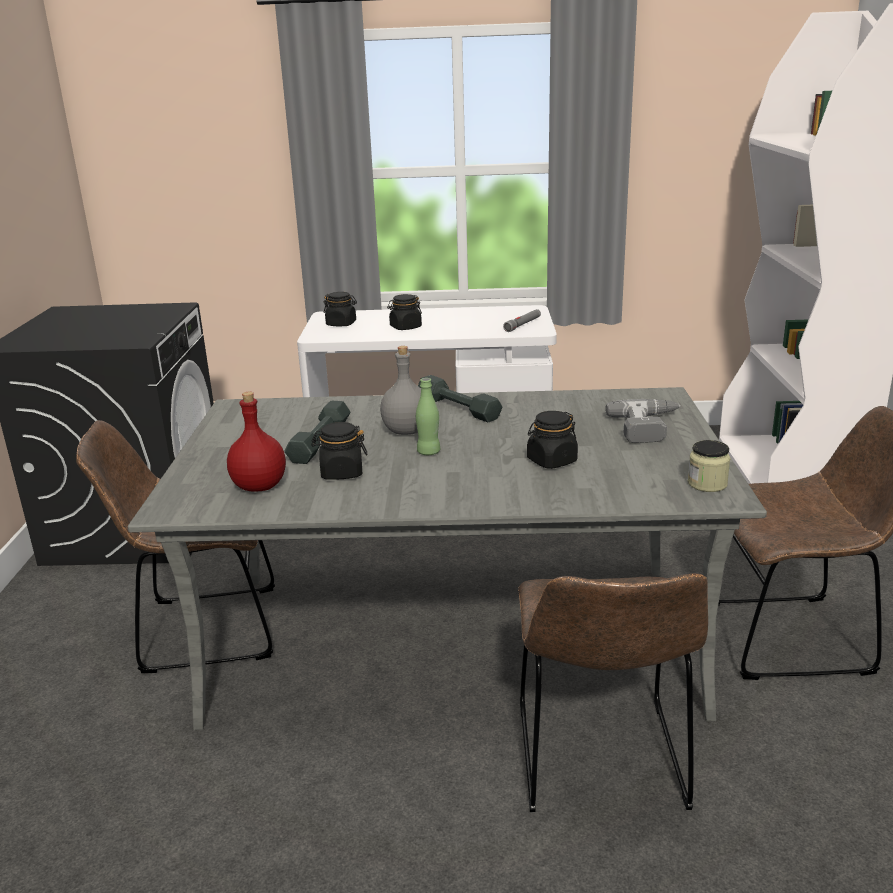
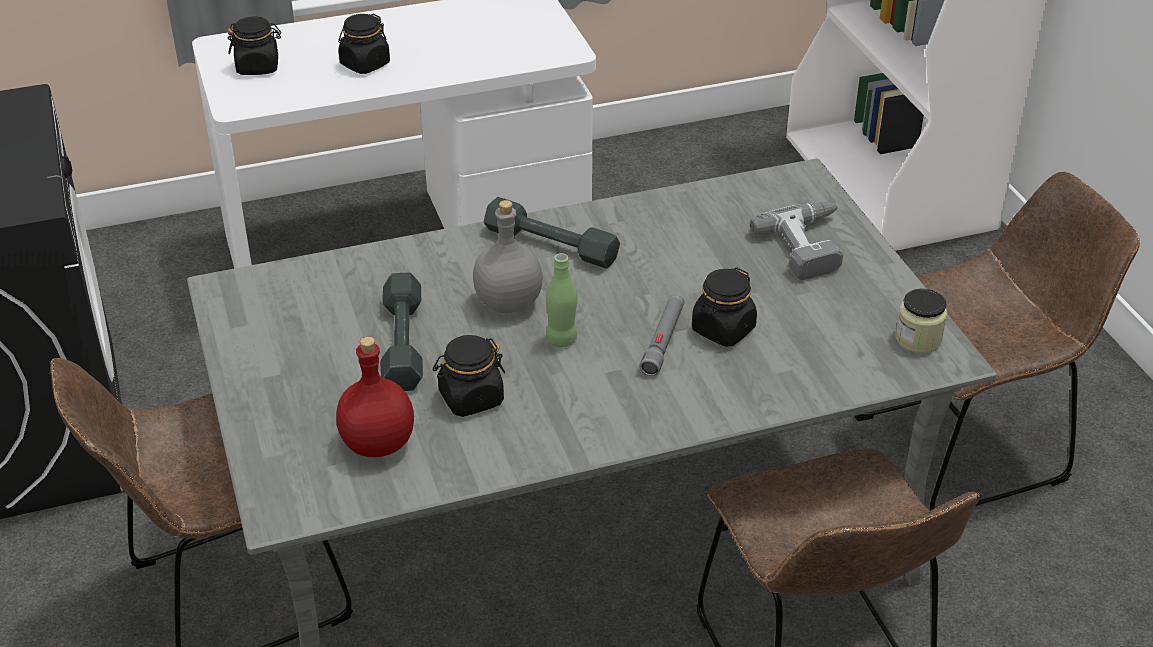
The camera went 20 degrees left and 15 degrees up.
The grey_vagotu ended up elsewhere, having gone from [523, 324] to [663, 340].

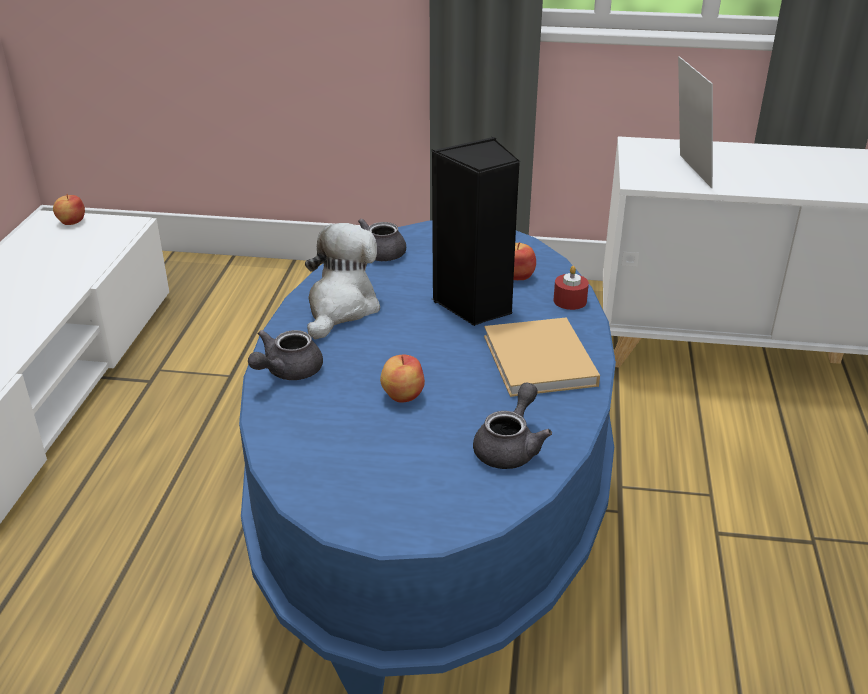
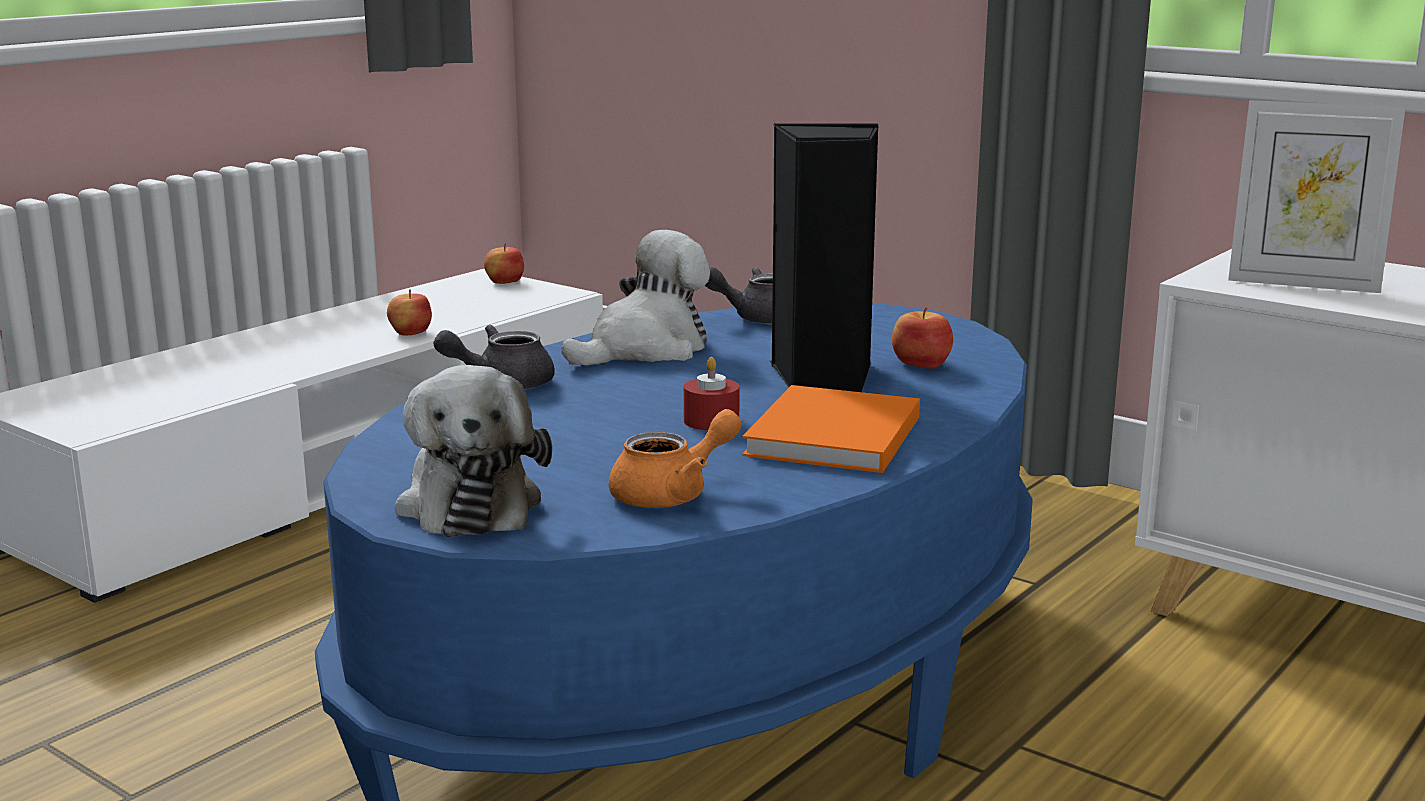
The camera went 30 degrees right and 15 degrees down.
The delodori at [687, 171] ended up facing another way, 90 degrees clockwise from before.
The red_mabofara ended up elsewhere, having gone from [570, 301] to [711, 421].
What was the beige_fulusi at [540, 362] turned into the orange_fulusi at [832, 438].
The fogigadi ended up elsewhere, having gone from [402, 395] to [410, 333].
What was the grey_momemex at [510, 447] turned into the orange_momemex at [672, 494].
The second view gained the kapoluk at [470, 503].

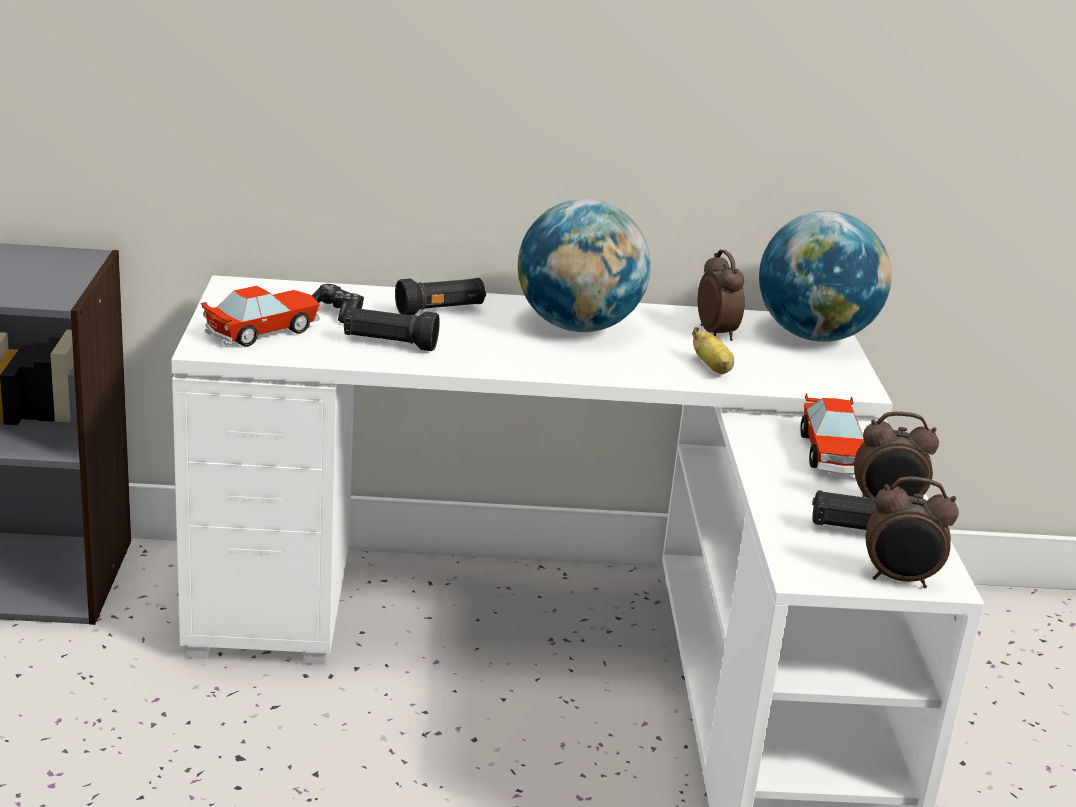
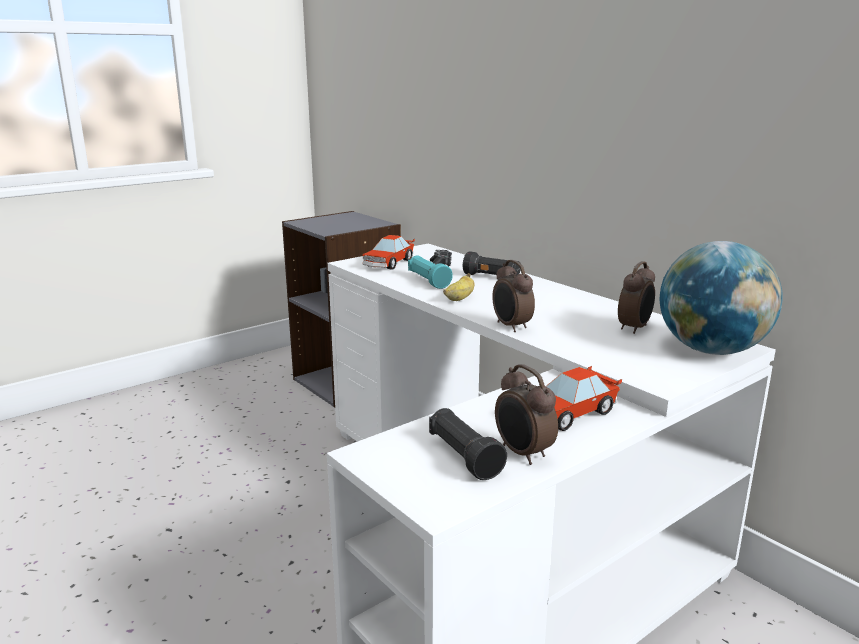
The camera went 55 degrees right and 5 degrees down.
The second view lost the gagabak at [577, 327].
The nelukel at [263, 331] ended up facing another way, 105 degrees clockwise from before.
What was the black_vagotu at [389, 344] turned into the turquoise_vagotu at [428, 281].
The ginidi ended up elsewhere, having gone from [712, 368] to [459, 299].
The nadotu ended up elsewhere, having gone from [900, 579] to [511, 326].

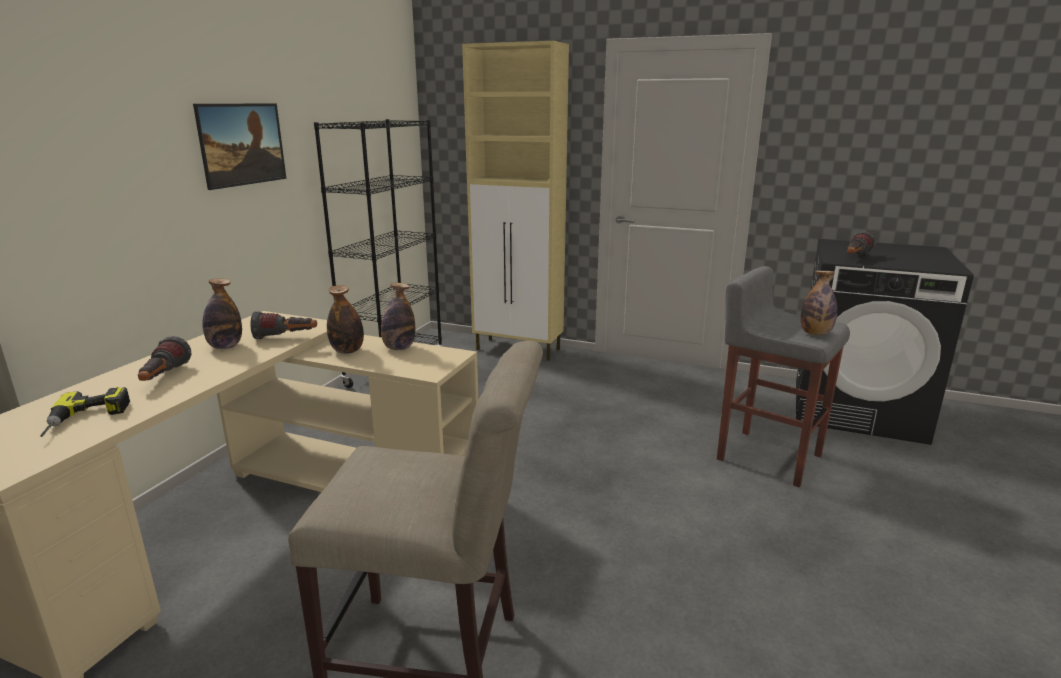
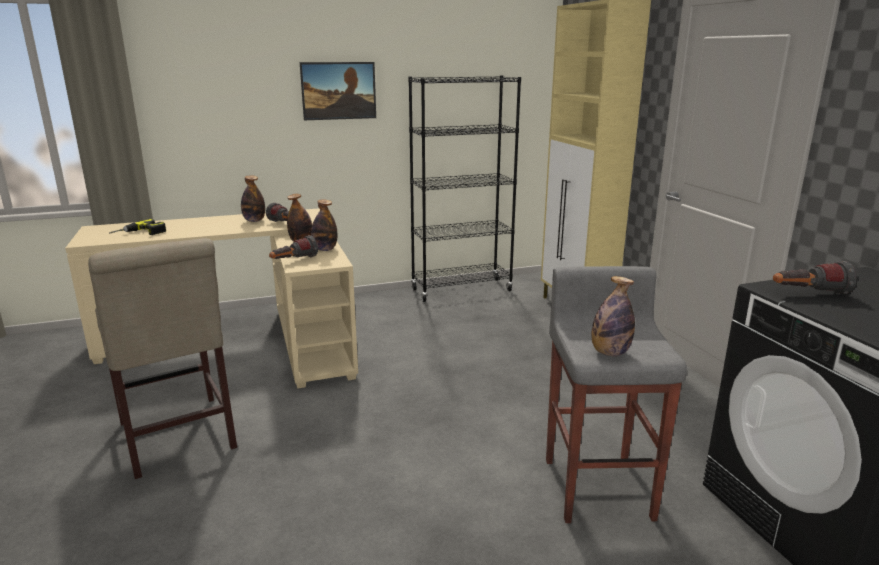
The camera went 50 degrees right and 0 degrees up.
The vagotu ended up elsewhere, having gone from [163, 378] to [293, 261].

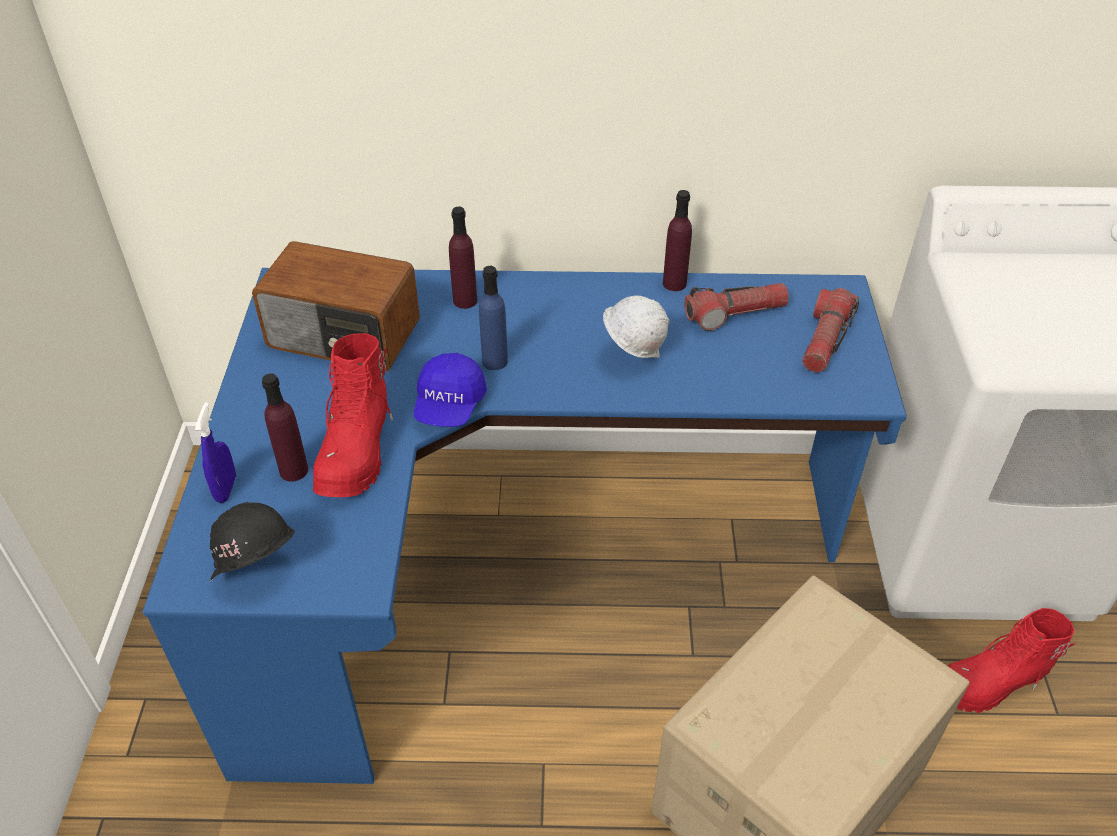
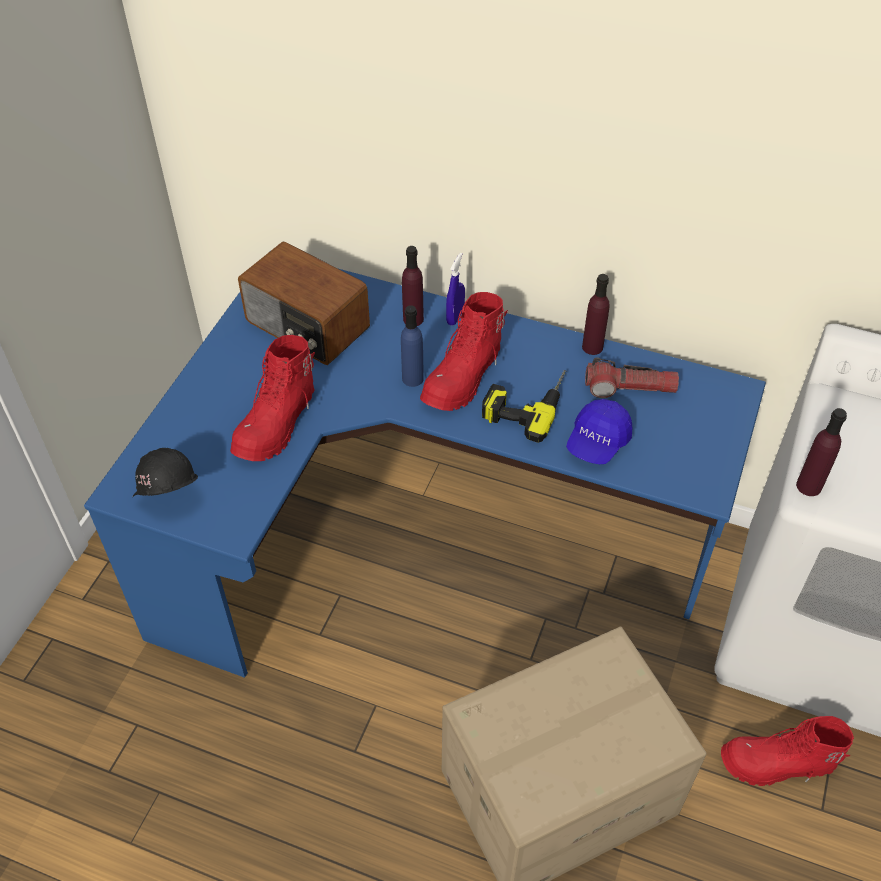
The camera went 20 degrees right and 5 degrees up.
The second view lost the vagotu at [825, 340].
Where the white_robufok stood at [633, 354], the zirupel came to stand at [525, 402].
The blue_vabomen ended up elsewhere, having gone from [449, 405] to [597, 442].
The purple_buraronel ended up elsewhere, having gone from [294, 470] to [809, 486].
The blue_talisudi ended up elsewhere, having gone from [226, 489] to [455, 317].
The second view gained the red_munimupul at [463, 378].

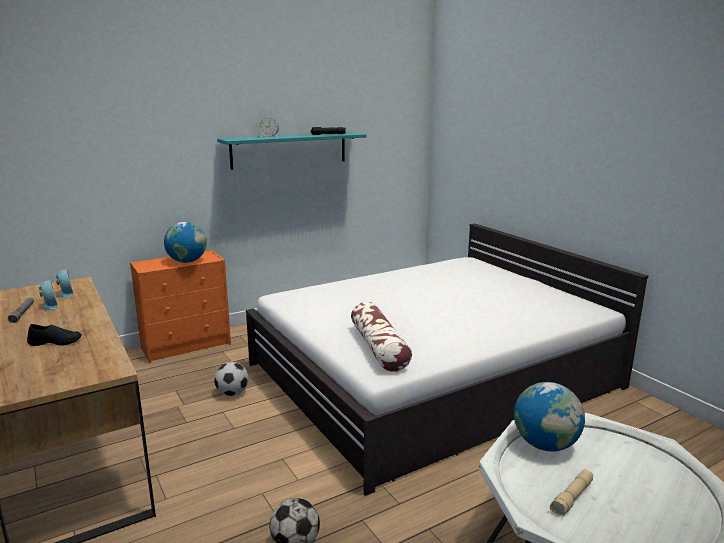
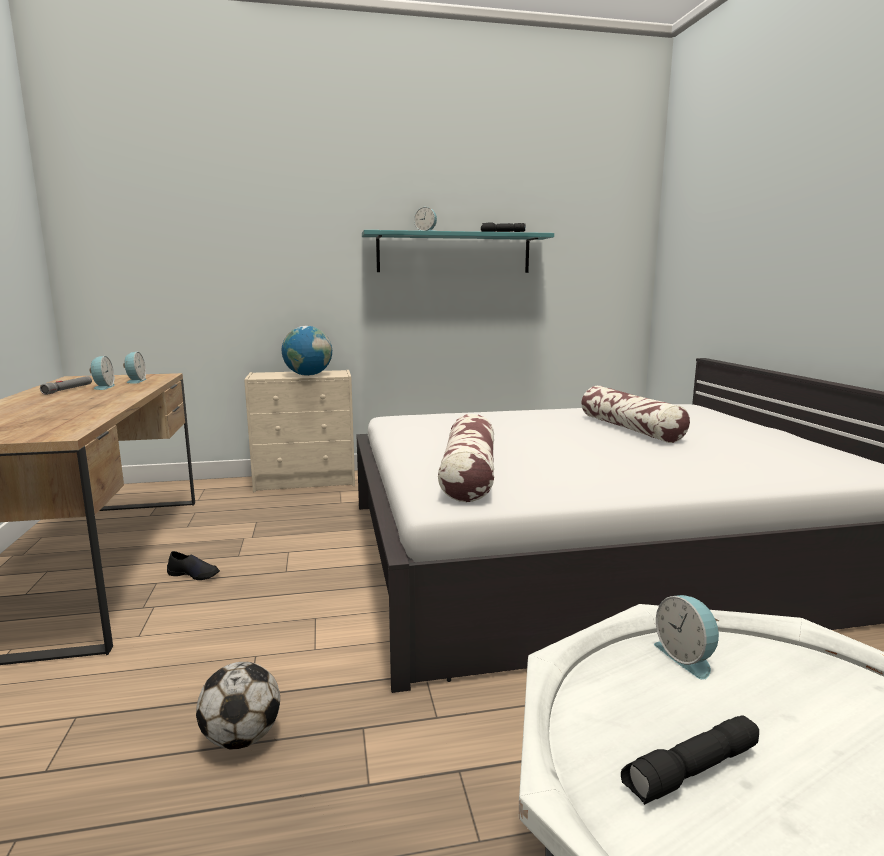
The camera went 20 degrees right and 5 degrees down.
What was the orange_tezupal at [187, 346] turned into the beige_tezupal at [306, 481].
The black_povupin ended up elsewhere, having gone from [56, 342] to [194, 574].
The second view lost the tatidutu at [232, 393].
Where the gagabak stood at [545, 445], the nadotu came to stand at [686, 657].
What was the beige_vagotu at [572, 498] turned into the black_vagotu at [692, 772].
The second view gained the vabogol at [630, 429].

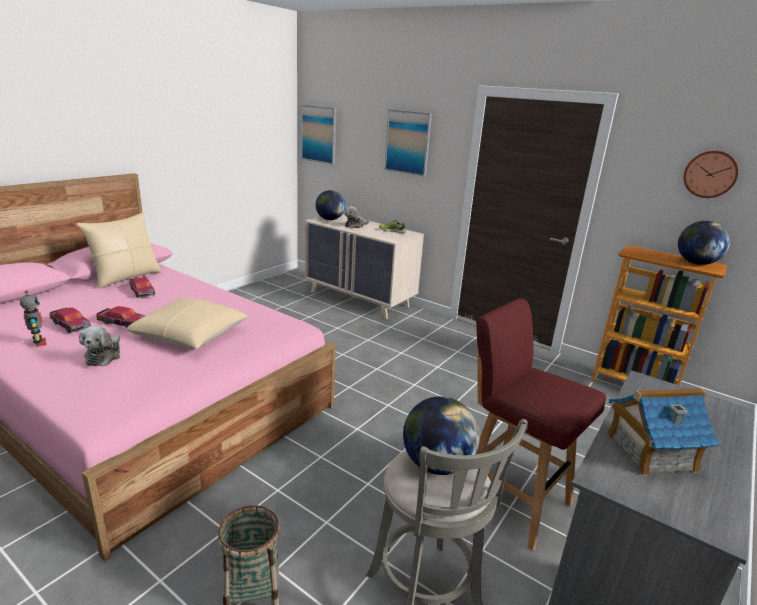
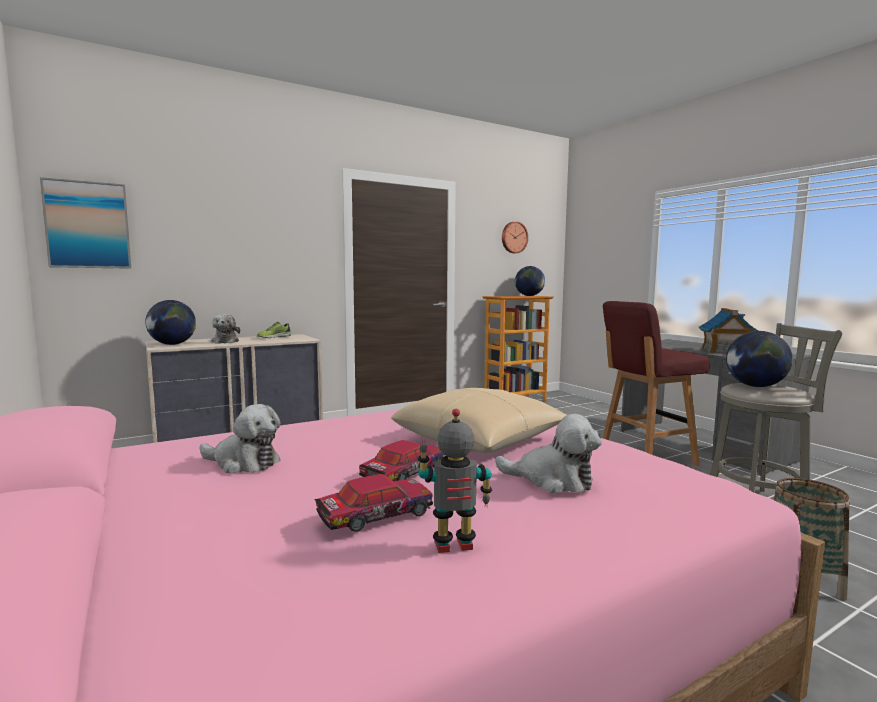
The camera went 65 degrees left and 15 degrees down.
The second view lost the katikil at [408, 142].
The second view lost the beige_vabogol at [126, 277].
Where the nelukel stood at [142, 291], the kapoluk came to stand at [243, 463].

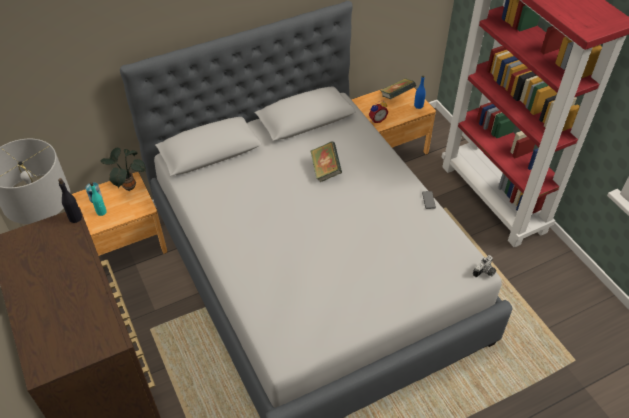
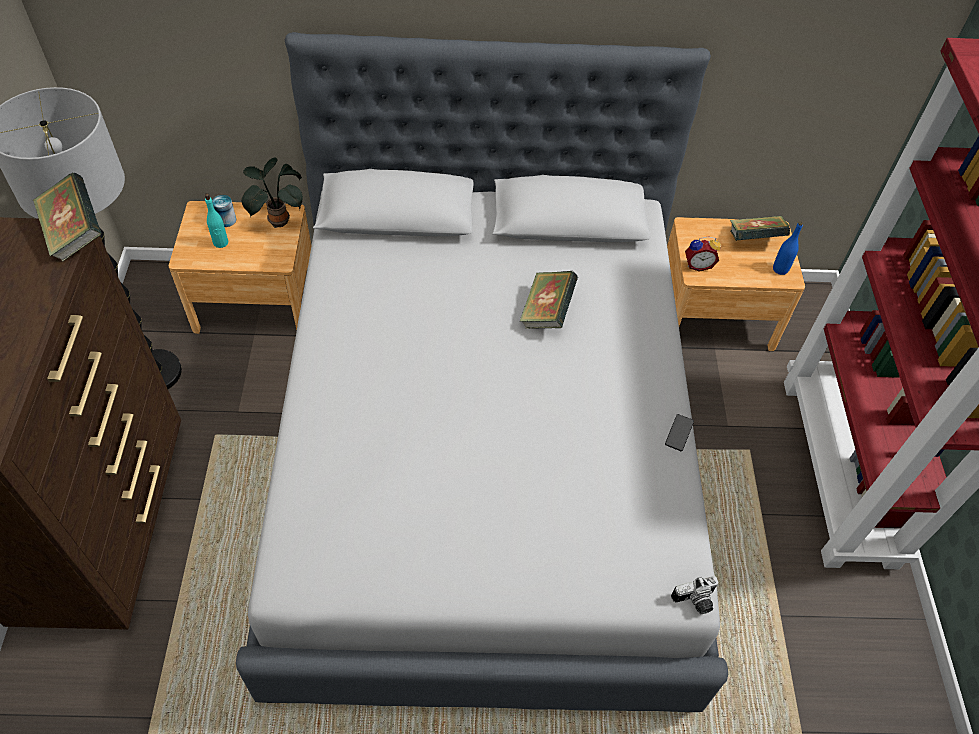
The camera went 25 degrees right and 5 degrees up.
Where the black_buraronel stood at [75, 218], the fulusi came to stand at [75, 234].

